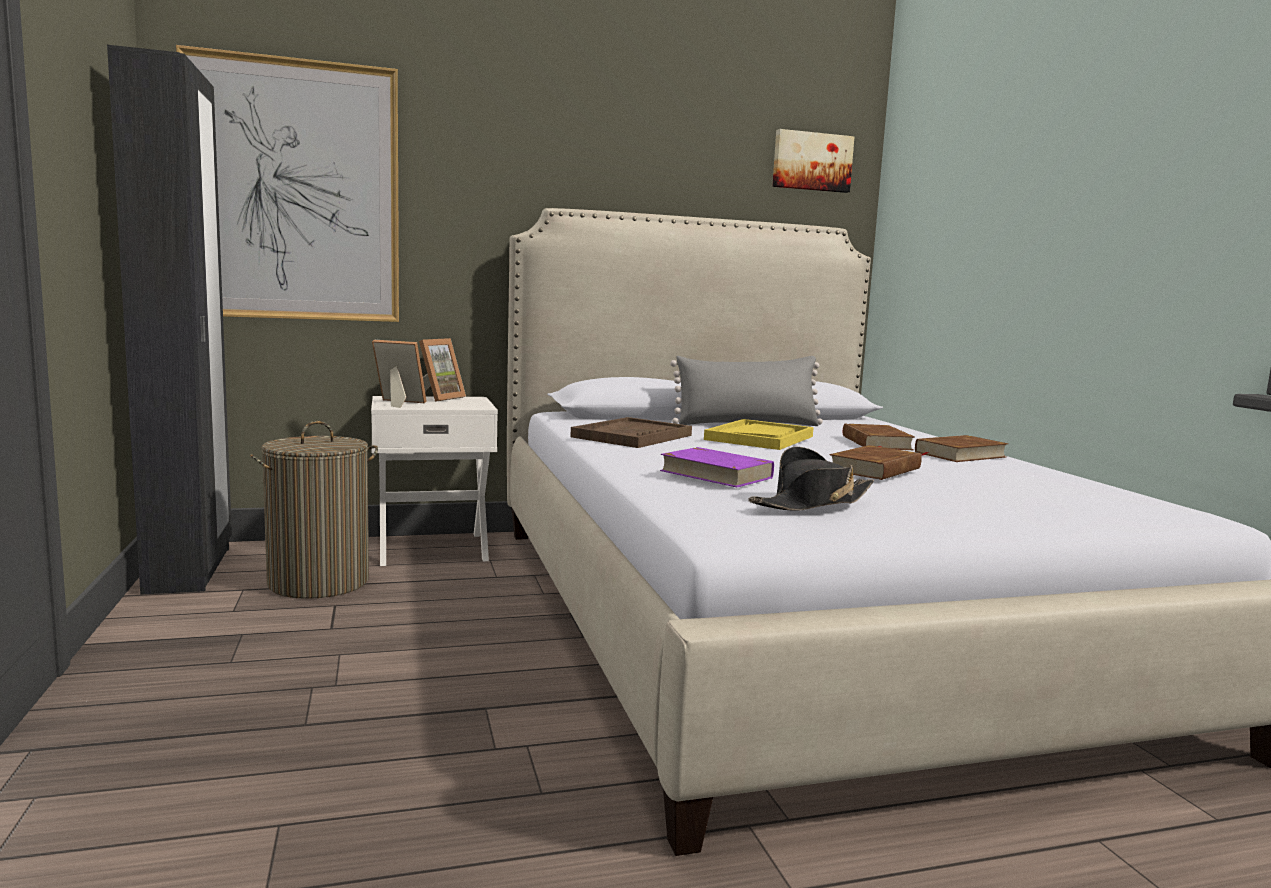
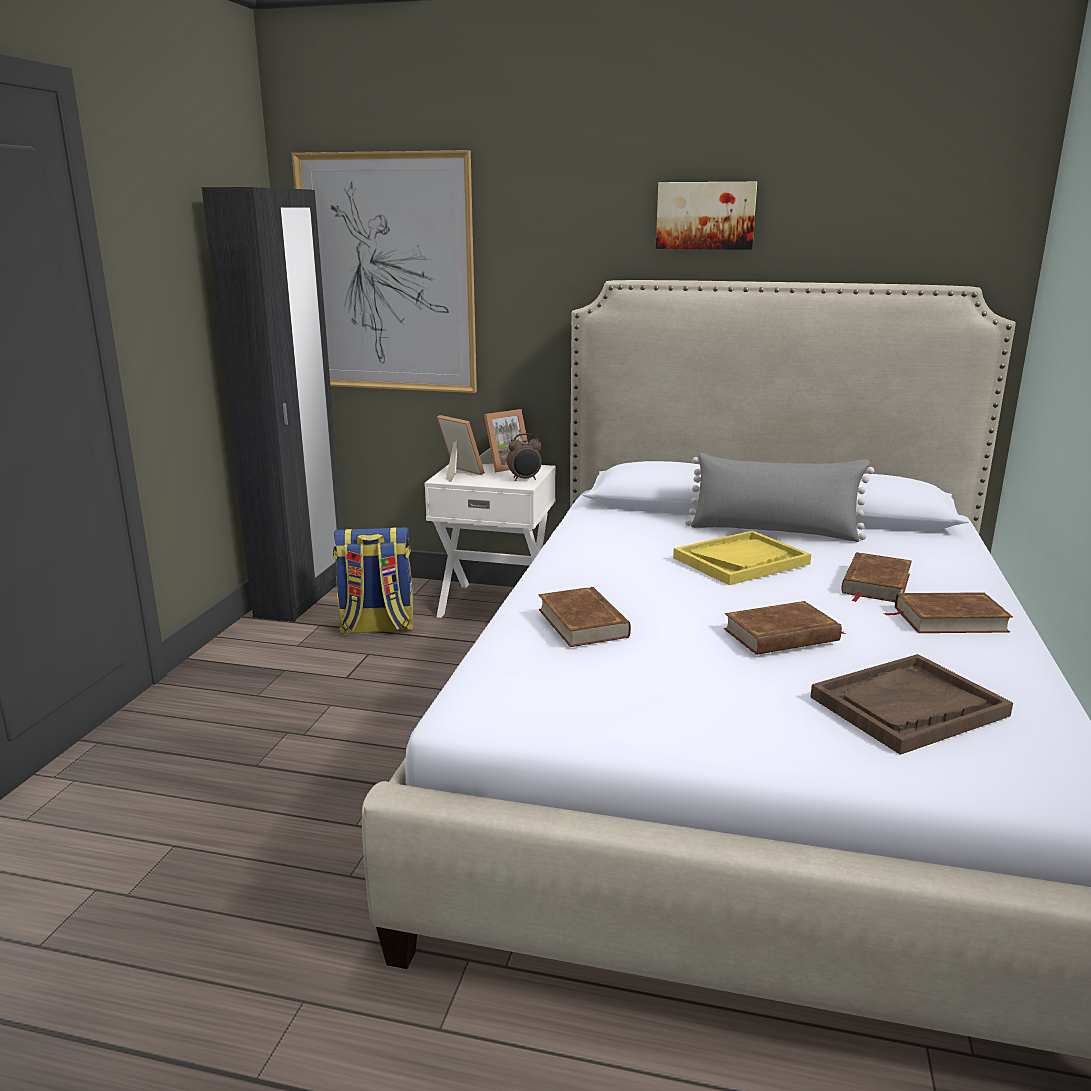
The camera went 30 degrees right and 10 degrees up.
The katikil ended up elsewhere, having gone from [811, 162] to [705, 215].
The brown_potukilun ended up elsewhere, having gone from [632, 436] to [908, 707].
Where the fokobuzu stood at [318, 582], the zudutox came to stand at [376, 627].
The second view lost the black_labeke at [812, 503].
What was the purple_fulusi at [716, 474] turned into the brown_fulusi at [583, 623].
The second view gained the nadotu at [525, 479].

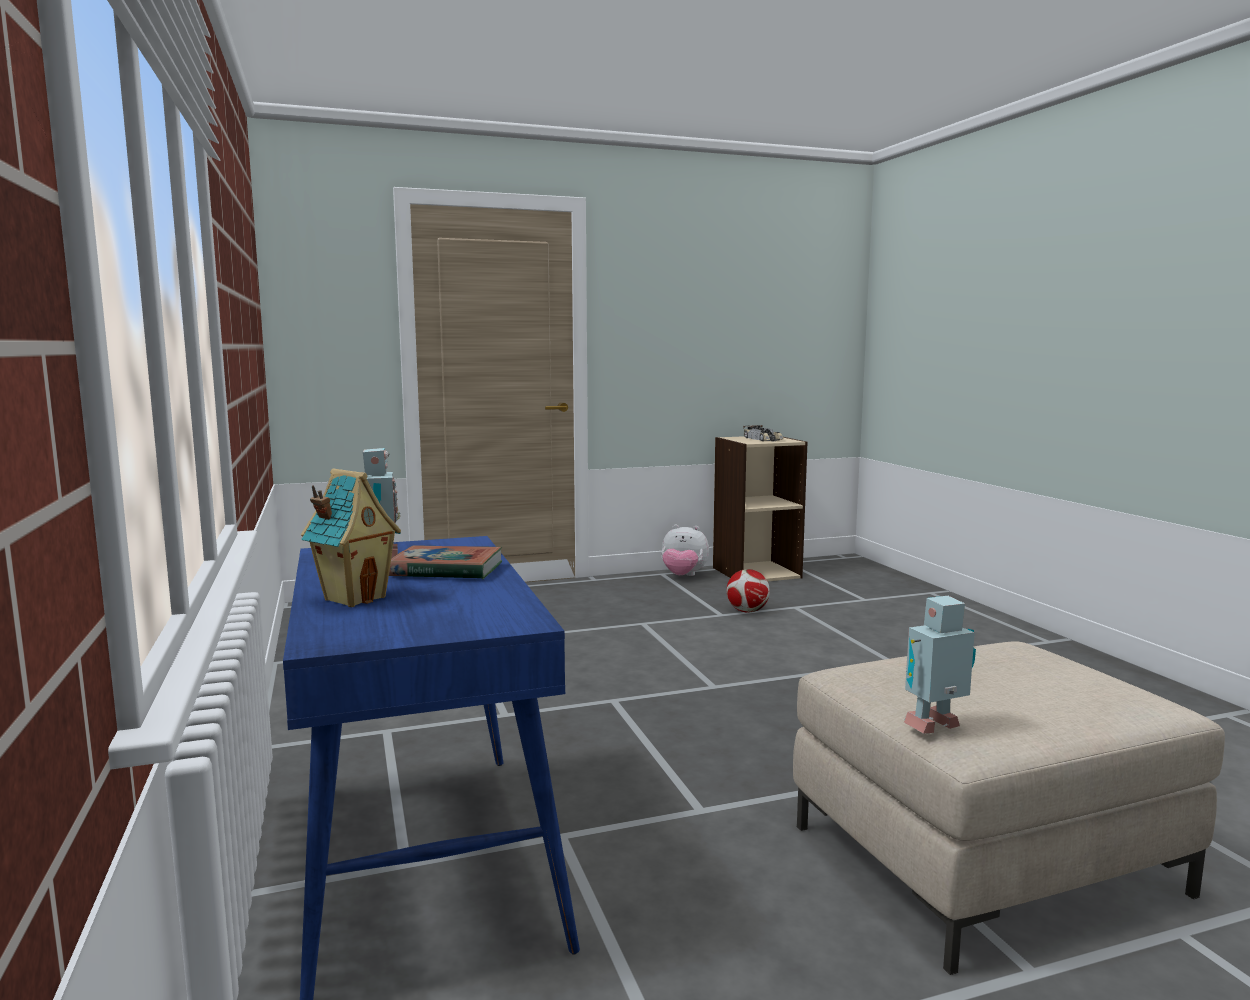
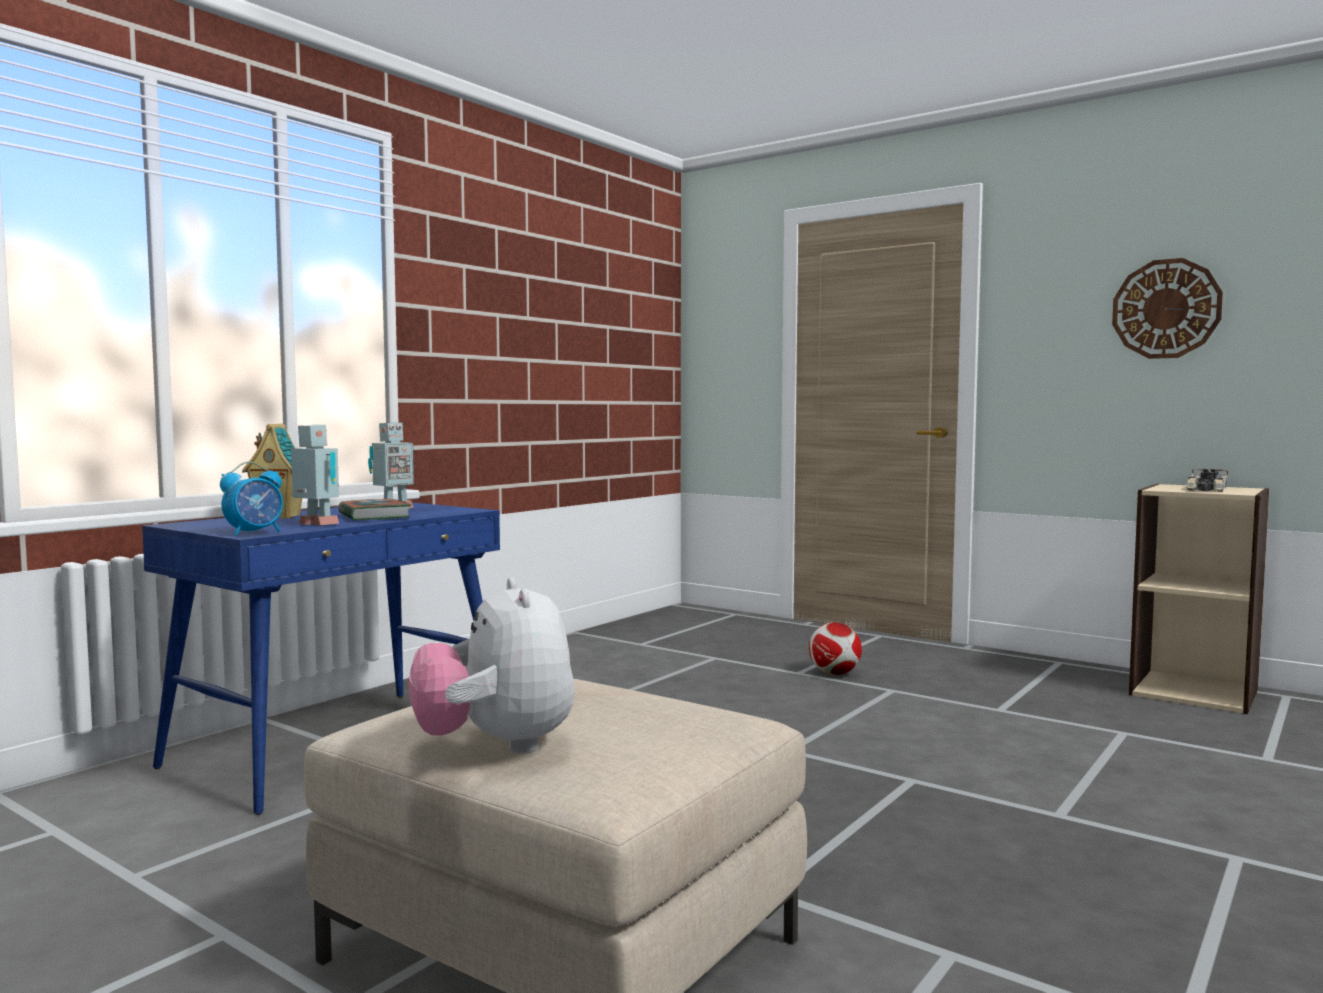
The camera went 55 degrees right and 5 degrees down.
The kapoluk ended up elsewhere, having gone from [683, 576] to [496, 746].
The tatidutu ended up elsewhere, having gone from [747, 611] to [834, 674].
The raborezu ended up elsewhere, having gone from [936, 727] to [316, 525].
The second view gained the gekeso at [1166, 309].
The second view gained the nadotu at [255, 533].

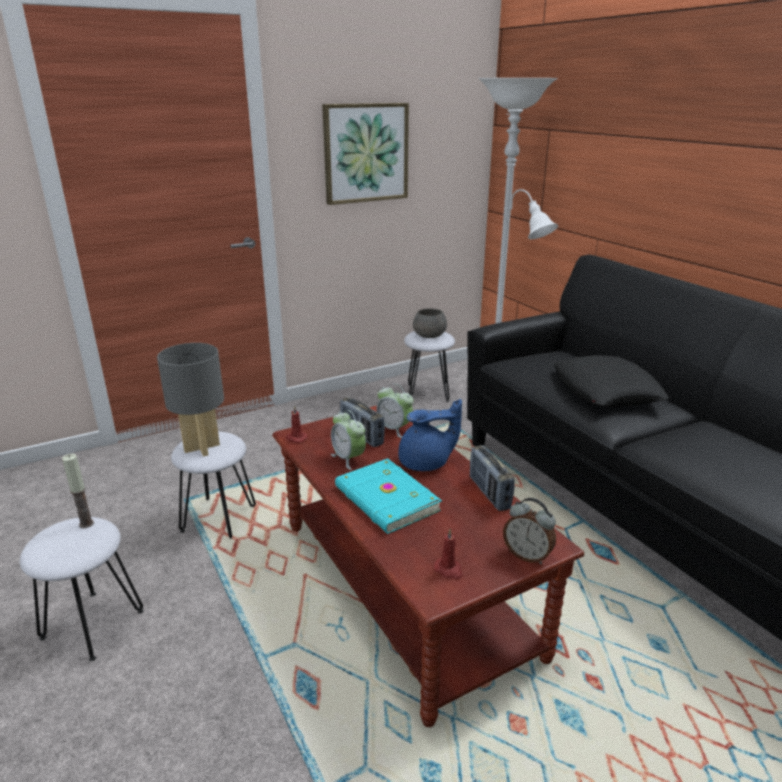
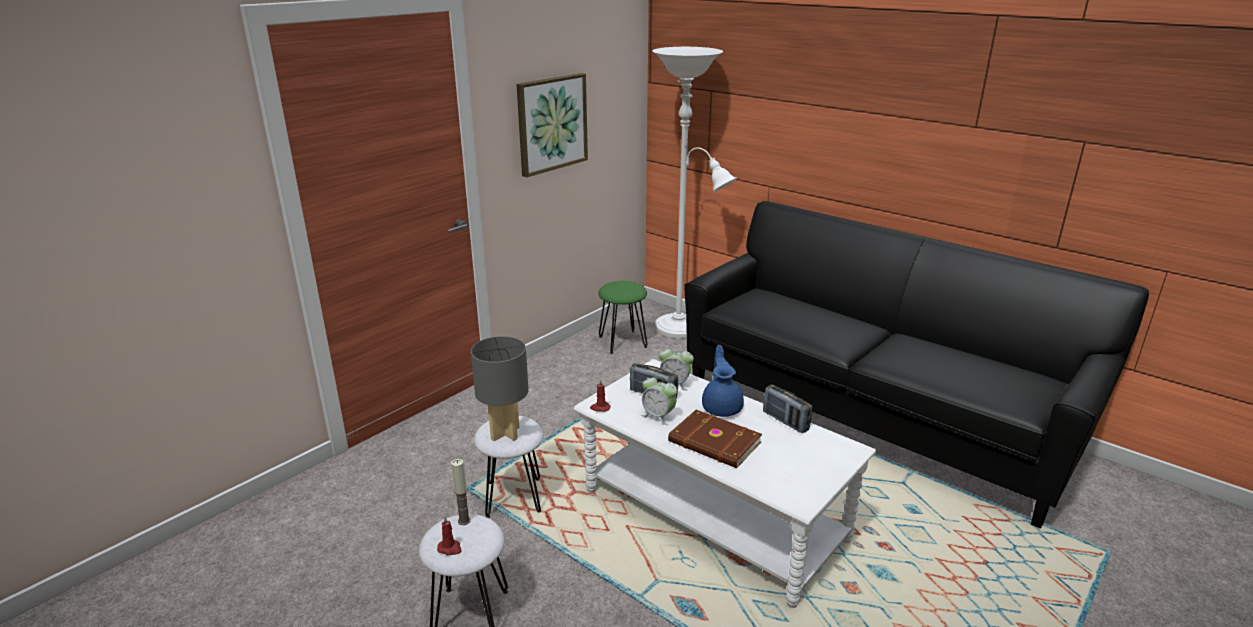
The camera went 20 degrees left and 0 degrees up.
The second view lost the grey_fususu at [430, 335].
What was the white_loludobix at [428, 392] turned into the green_loludobix at [623, 341].
The second view lost the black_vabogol at [606, 391].
The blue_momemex at [426, 463] ended up facing another way, 60 degrees counterclockwise from before.
What was the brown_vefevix at [405, 587] turned into the white_vefevix at [713, 515].
What was the turquoise_fulusi at [385, 500] turned into the brown_fulusi at [714, 443].
The second view lost the nadotu at [527, 555].
The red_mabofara ended up elsewhere, having gone from [449, 570] to [450, 548].

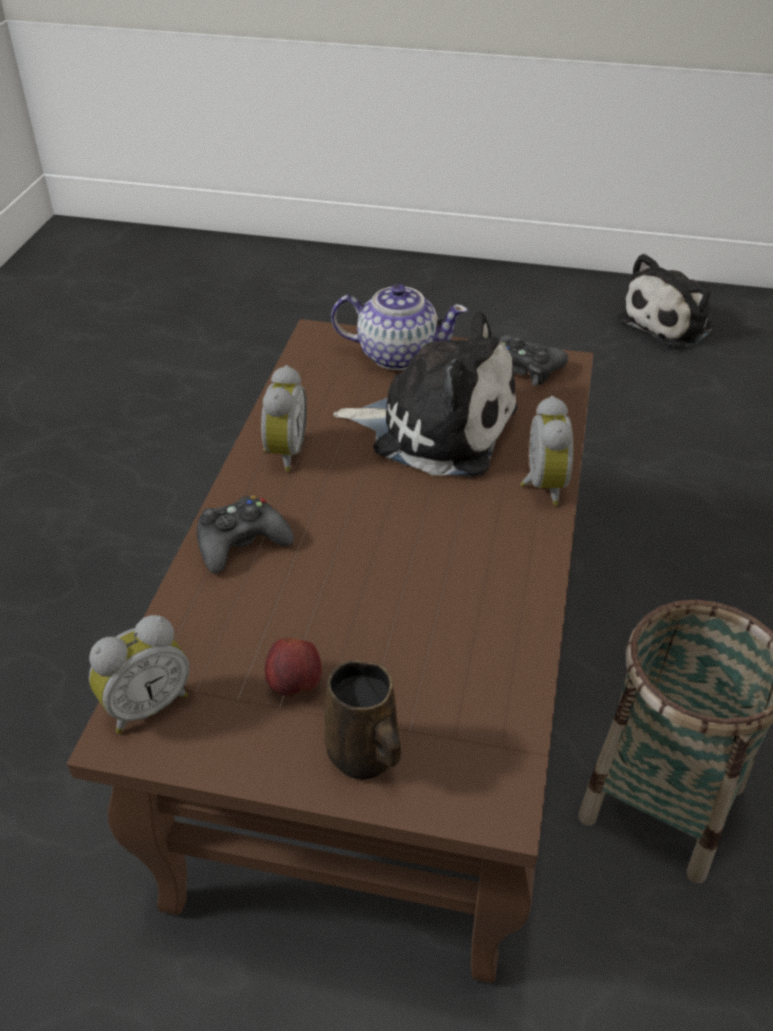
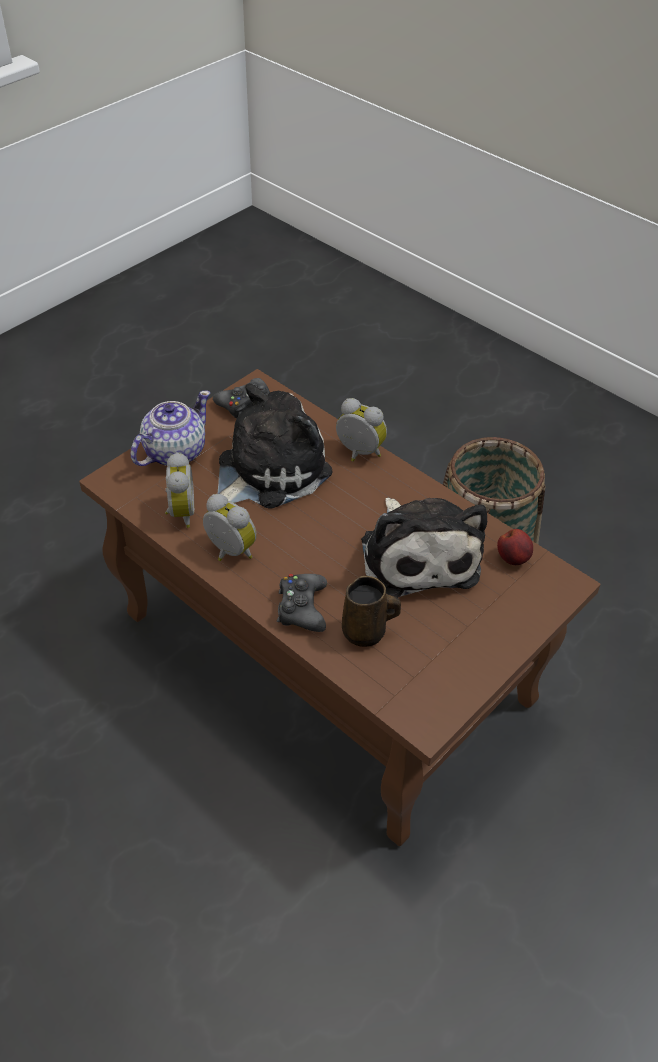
The camera went 60 degrees left and 5 degrees up.
The kapoluk ended up elsewhere, having gone from [669, 323] to [418, 555].
The nadotu ended up elsewhere, having gone from [146, 704] to [180, 513].
The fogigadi ended up elsewhere, having gone from [295, 686] to [513, 558].
The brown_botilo ended up elsewhere, having gone from [365, 756] to [366, 632].

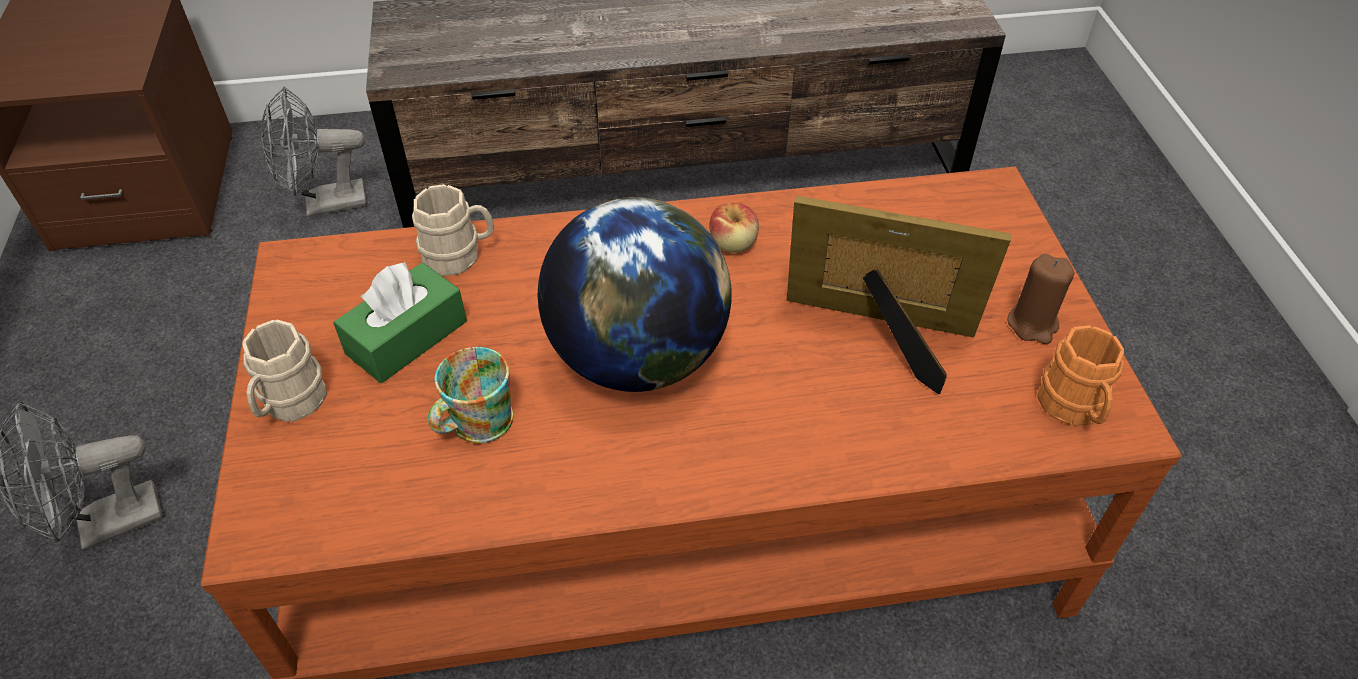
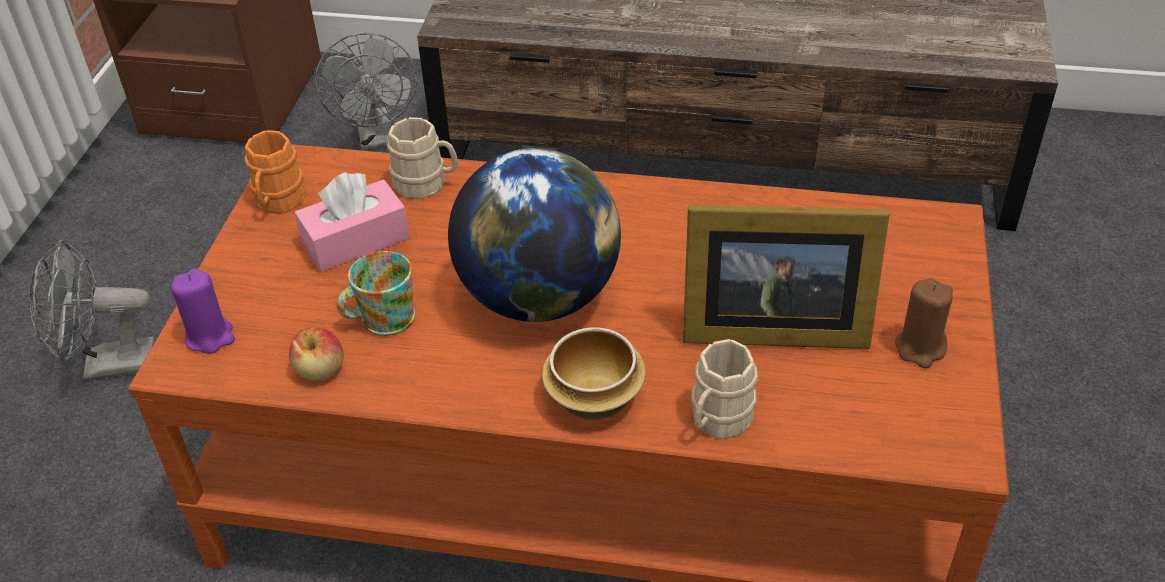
The camera went 20 degrees right and 5 degrees down.
The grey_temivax at [325, 204] ended up facing another way, 105 degrees counterclockwise from before.
The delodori at [882, 335] ended up facing another way, 150 degrees clockwise from before.
The fogigadi ended up elsewhere, having gone from [733, 243] to [320, 370].
What was the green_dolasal at [407, 337] turned into the pink_dolasal at [356, 241].
The beige_botilo ended up elsewhere, having gone from [290, 403] to [717, 421].
The orange_botilo ended up elsewhere, having gone from [1073, 409] to [278, 202].
The second view gained the purple_mabofara at [210, 336].
The second view gained the fususu at [596, 399].

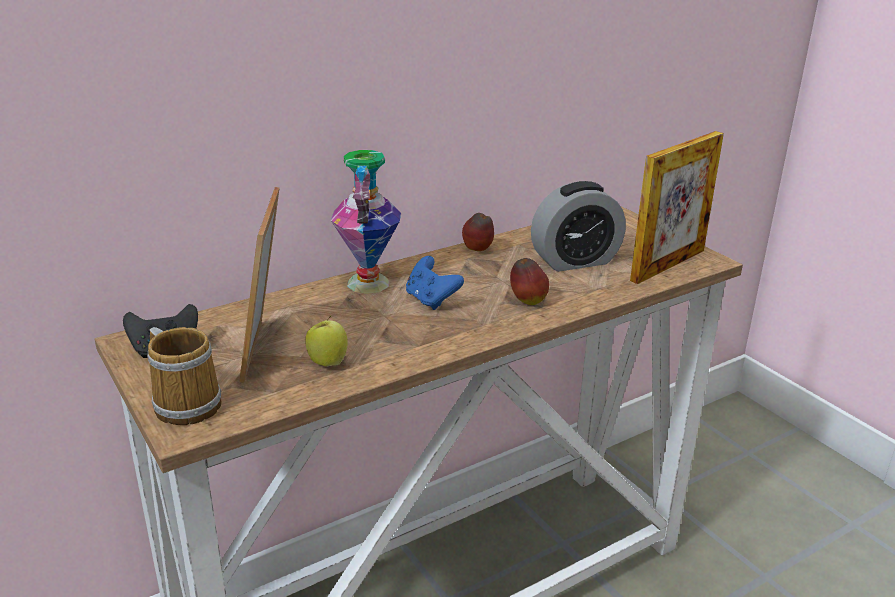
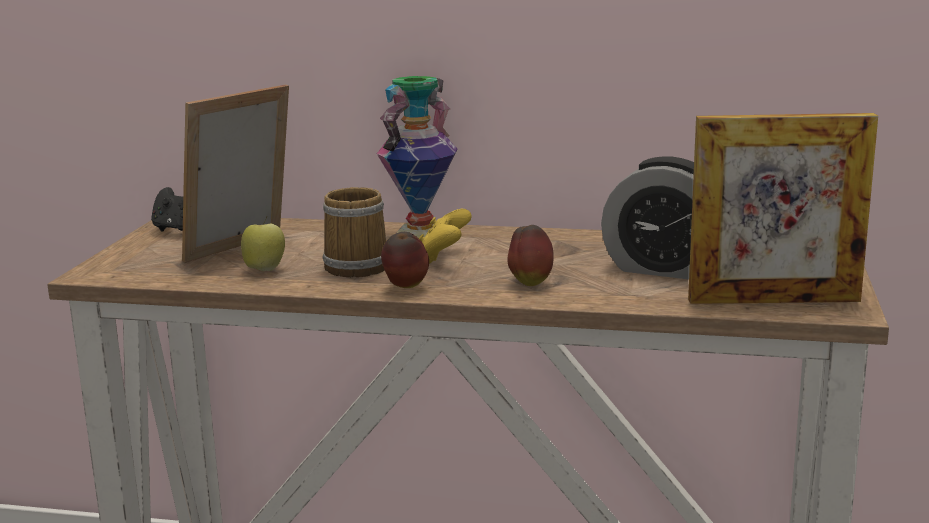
The camera went 45 degrees right and 10 degrees down.
The fogigadi ended up elsewhere, having gone from [478, 251] to [405, 288].
What was the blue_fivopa at [431, 300] turned into the yellow_fivopa at [443, 257].
The botilo ended up elsewhere, having gone from [187, 403] to [359, 265].

